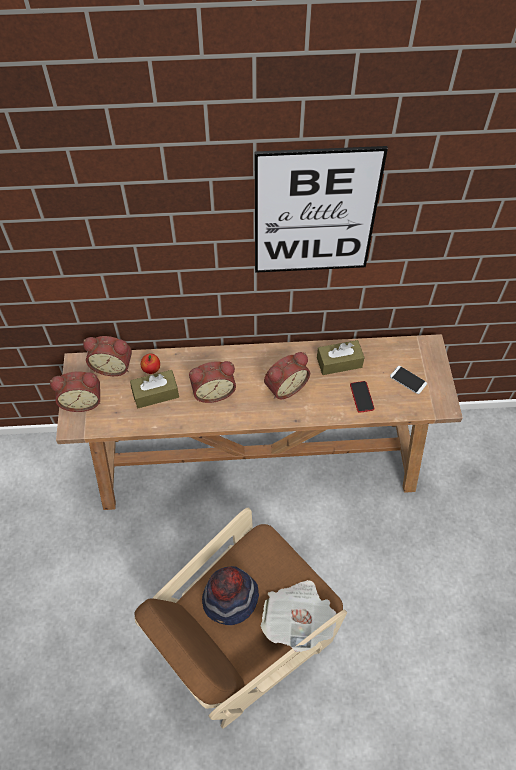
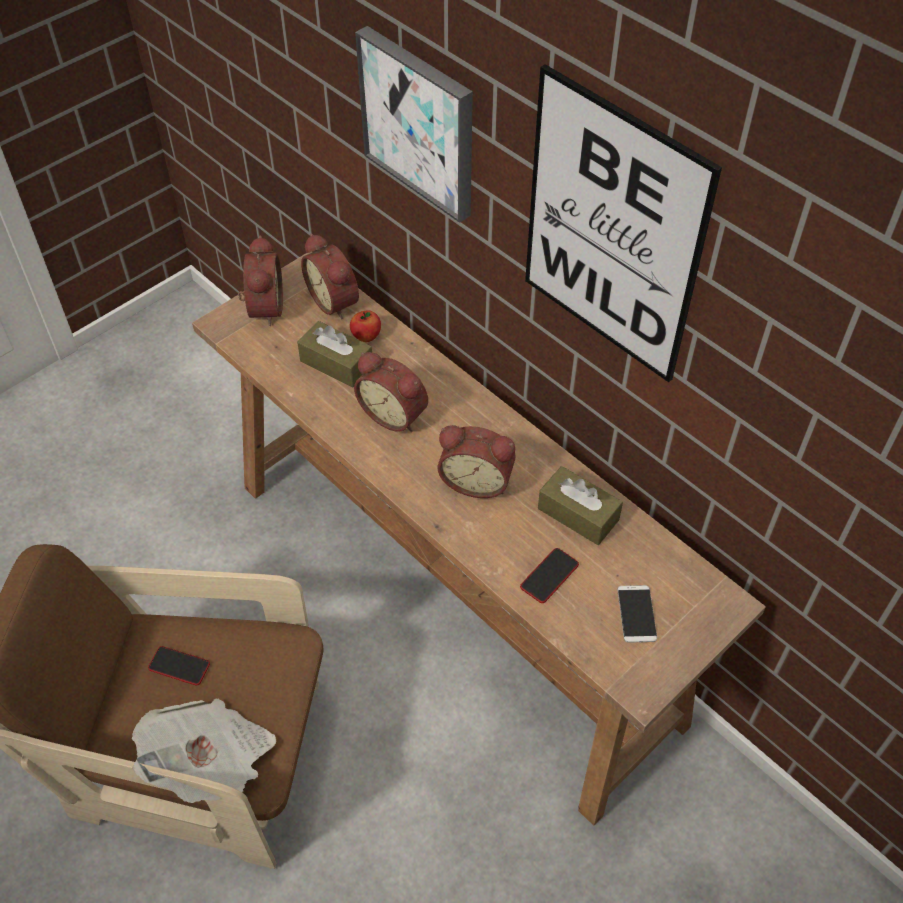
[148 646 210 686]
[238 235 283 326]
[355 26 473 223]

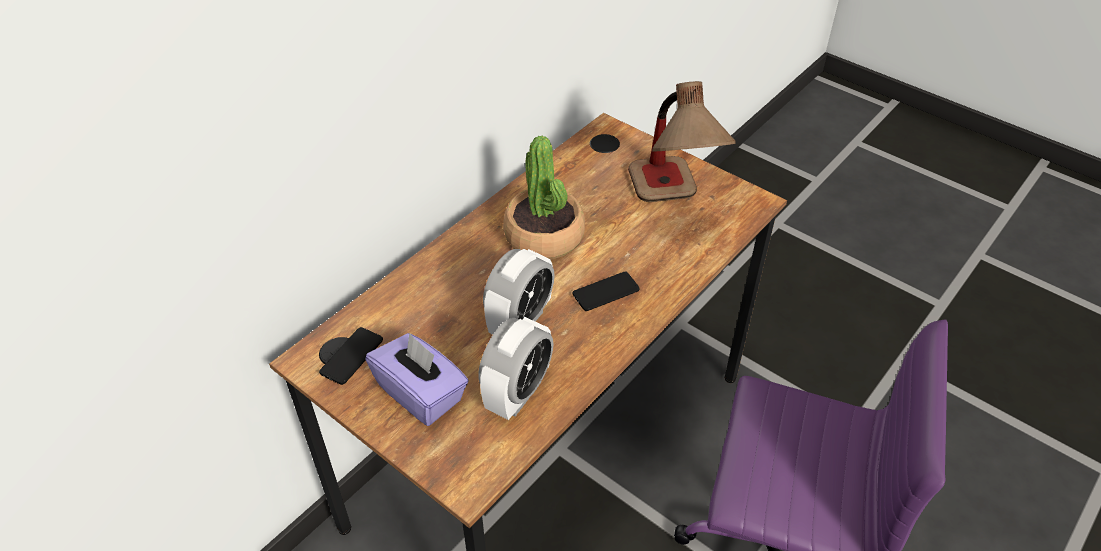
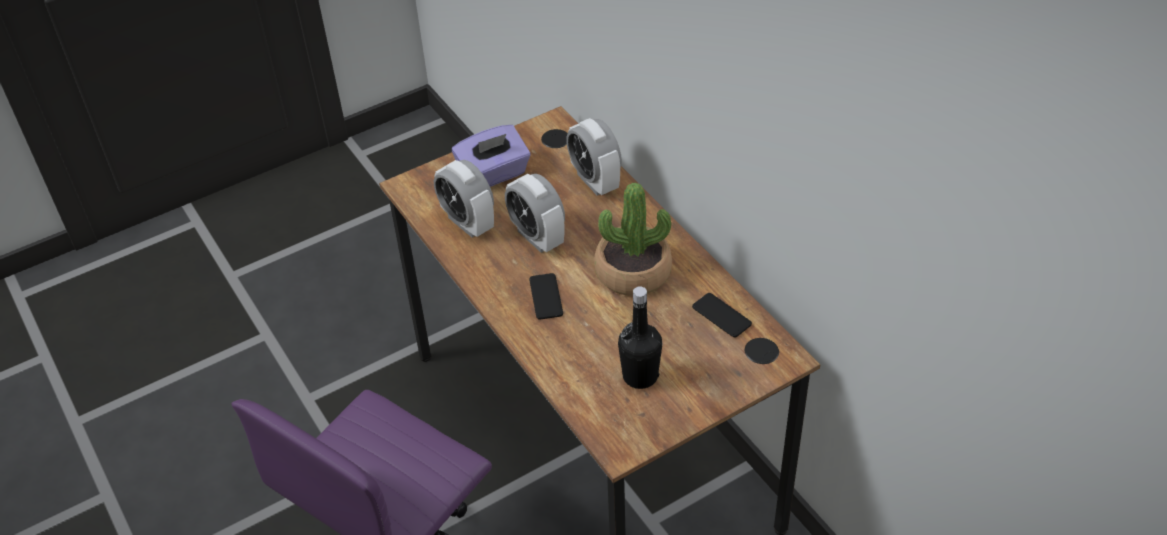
[566 118 622 196]
[618 286 662 389]
[692 293 752 338]

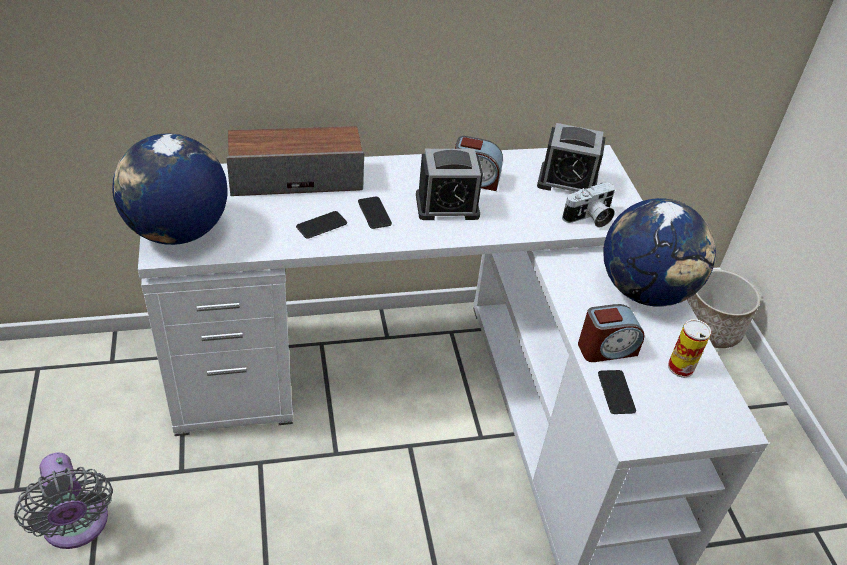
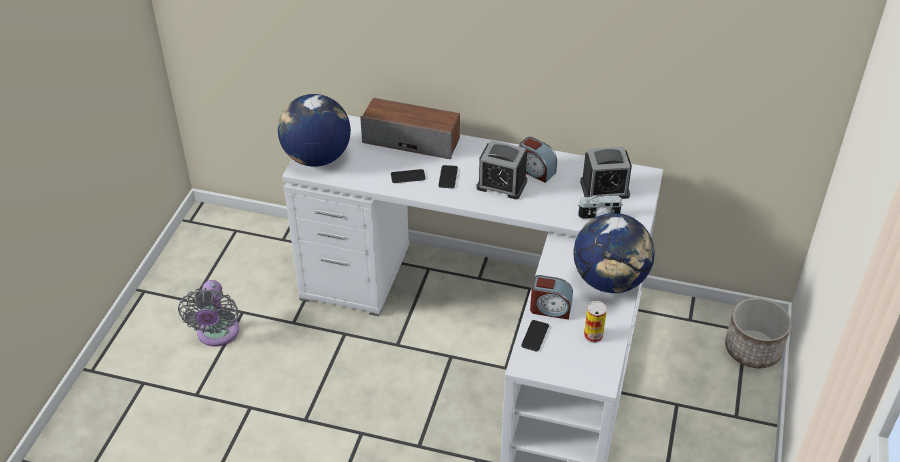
[580 147 632 199]

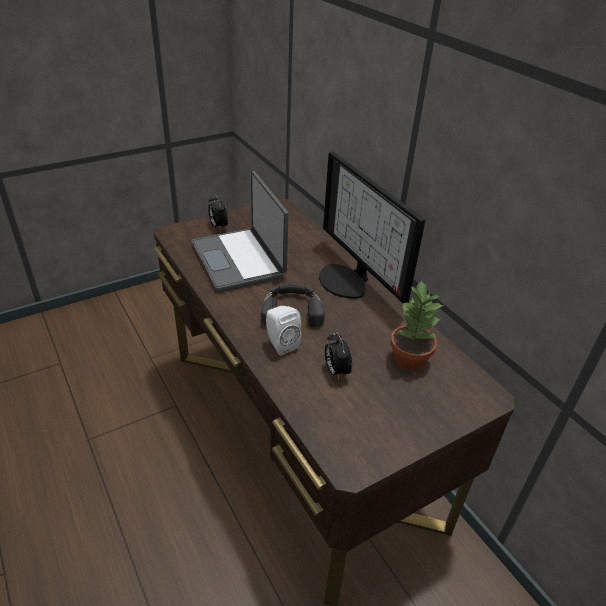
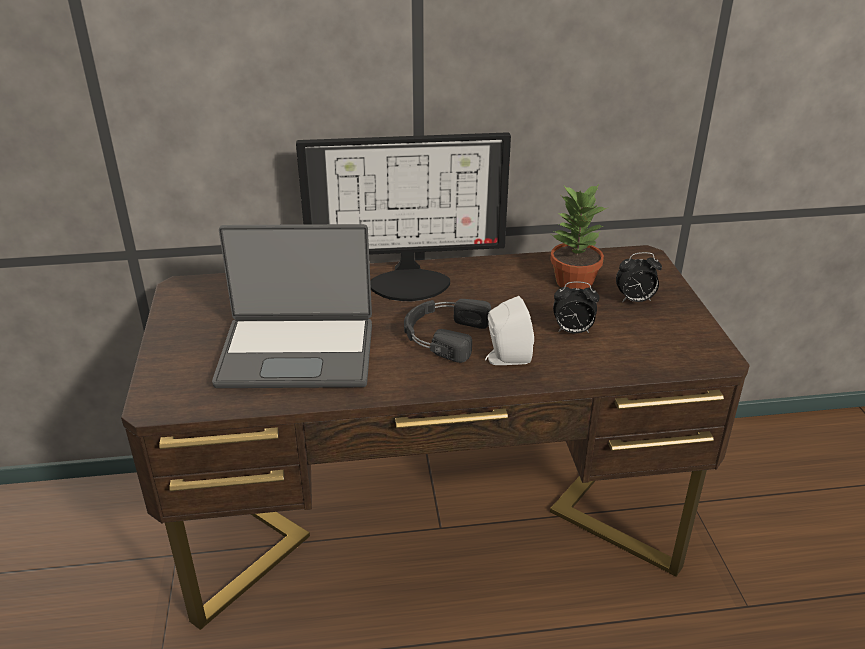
[616 252 662 302]

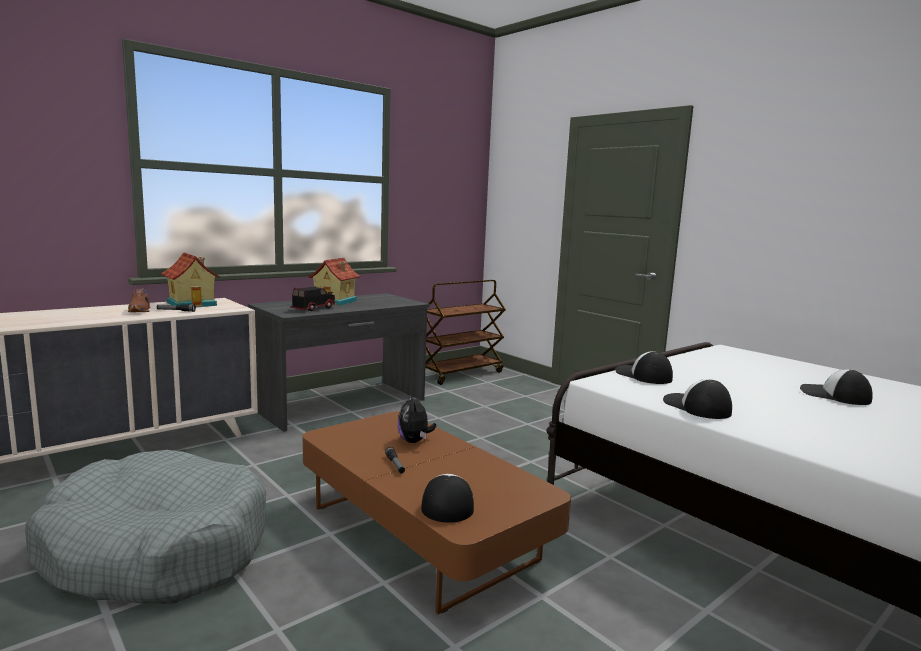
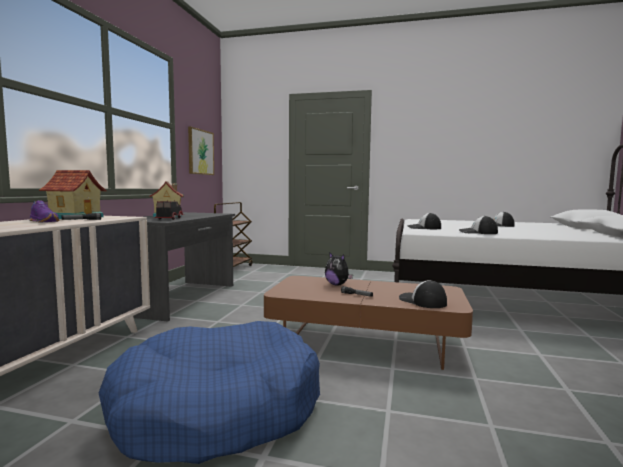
[29 200 59 223]
[99 321 320 464]
[188 127 214 175]

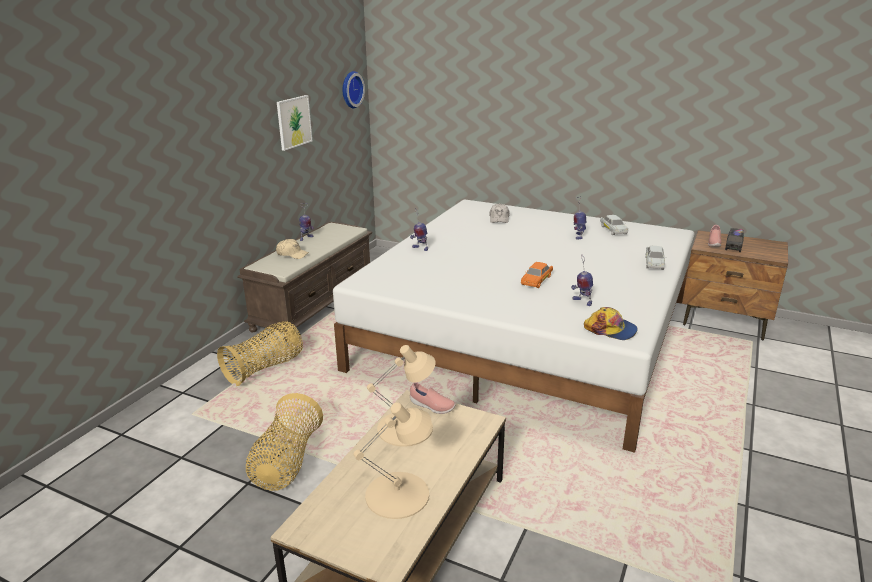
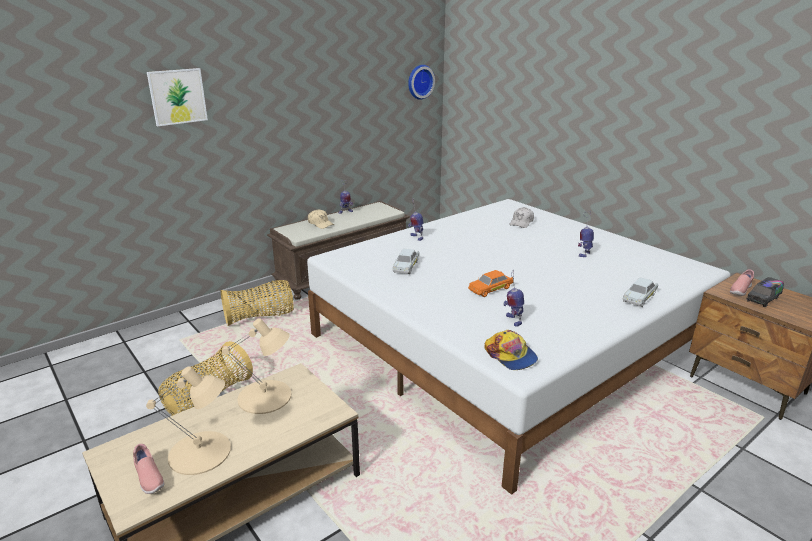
[133 444 165 494]
[147 68 208 126]
[393 249 419 274]

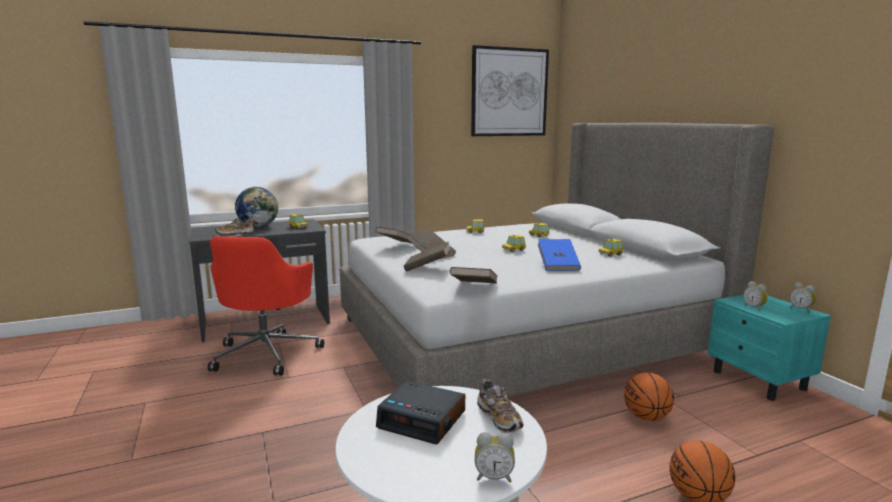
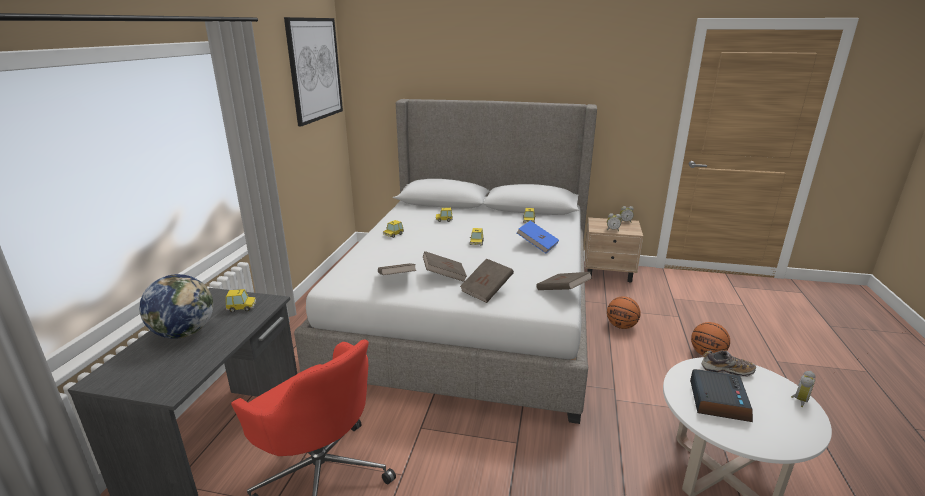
[585 217 643 283]
[690 369 753 422]
[215 218 254 236] (first image)

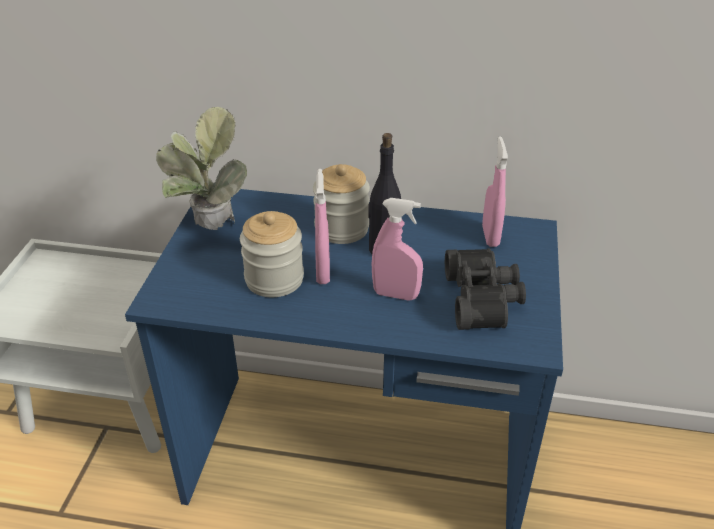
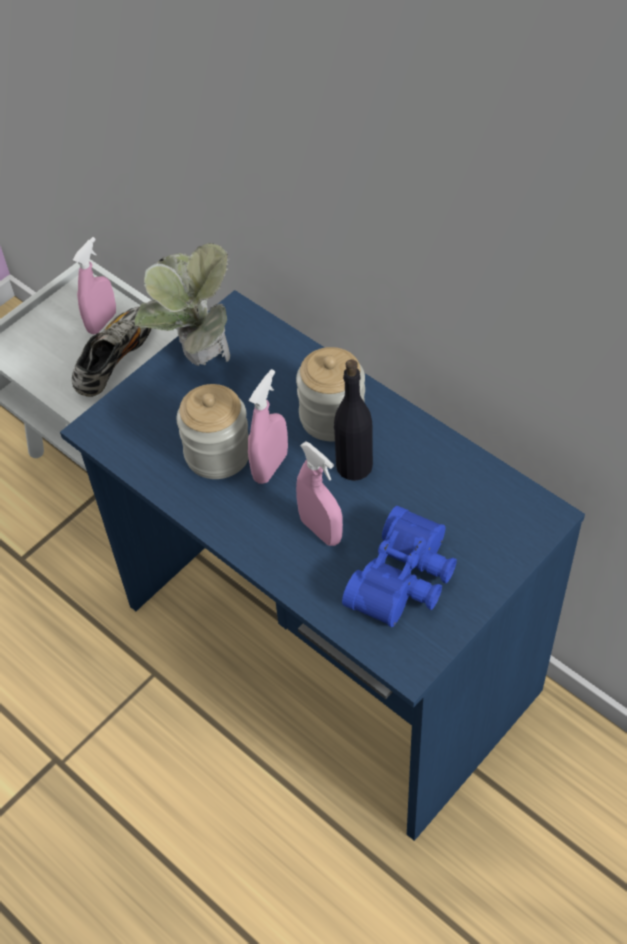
[72 307 151 397]
[73 237 116 334]
[342 506 457 627]

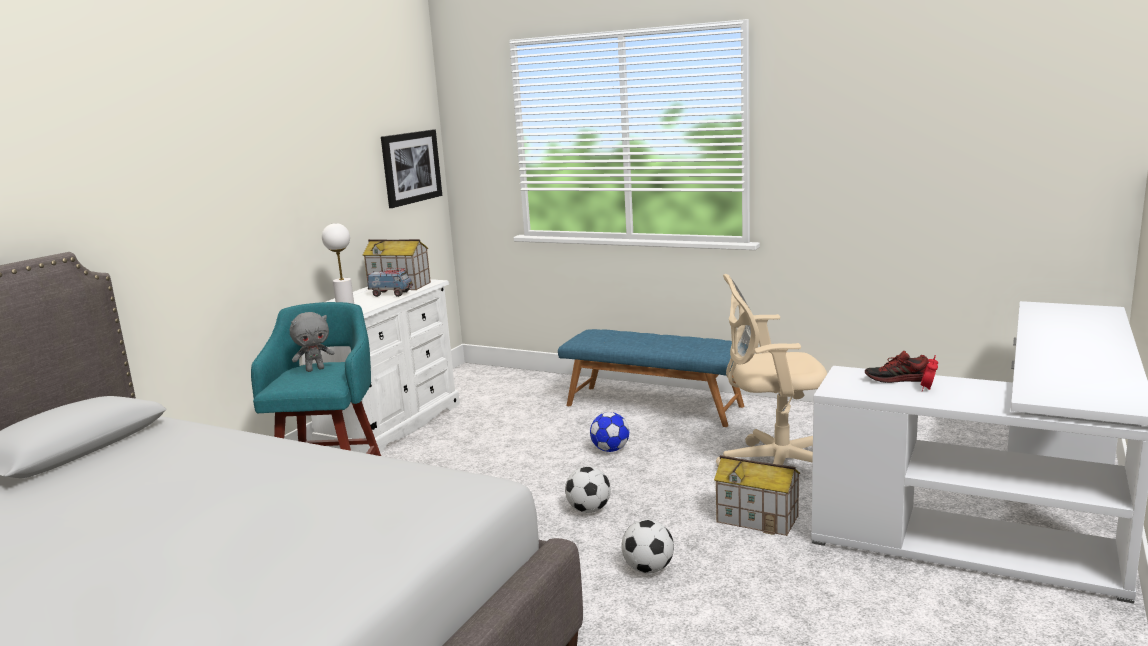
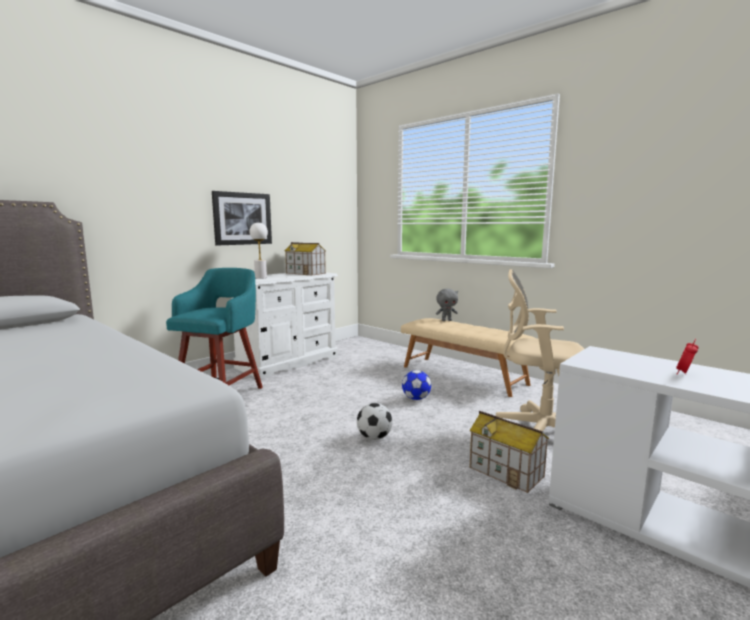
[212 191 272 246]
[401 318 535 397]
[436 289 458 321]
[367 268 413 297] (first image)
[622 519 674 573] (first image)
[865 351 929 383] (first image)

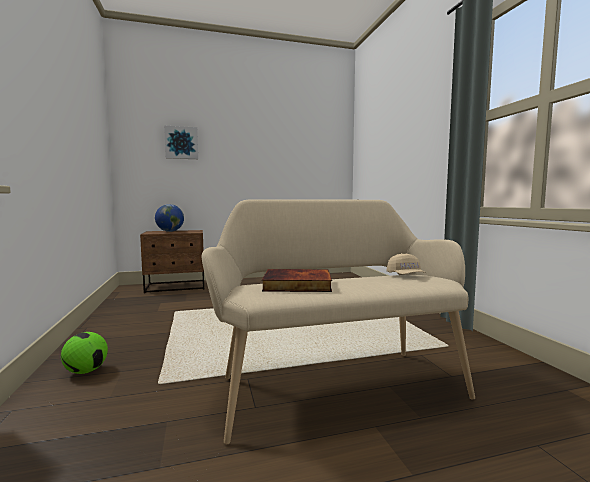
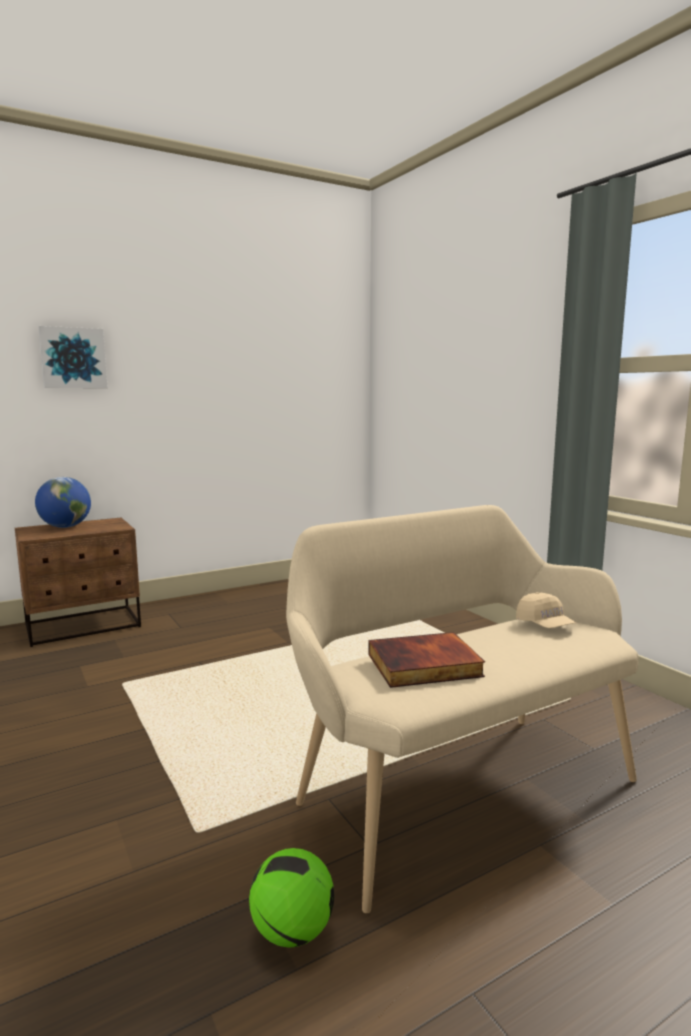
[249 848 334 948]

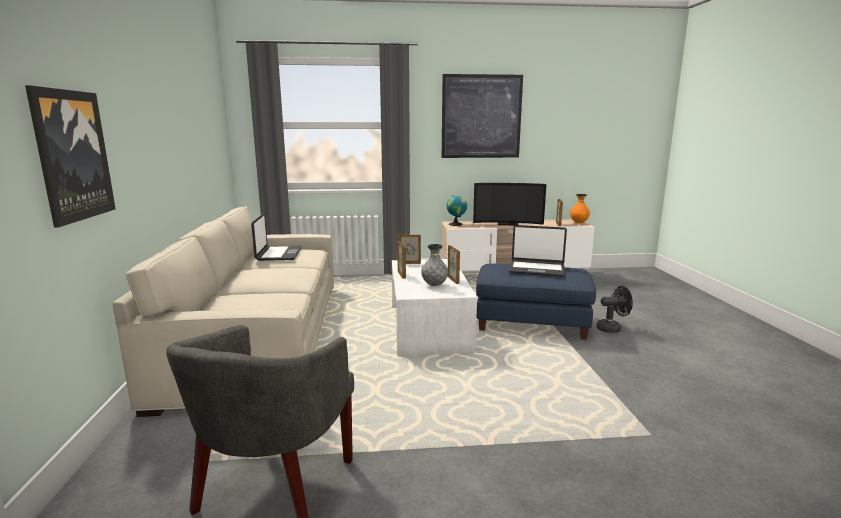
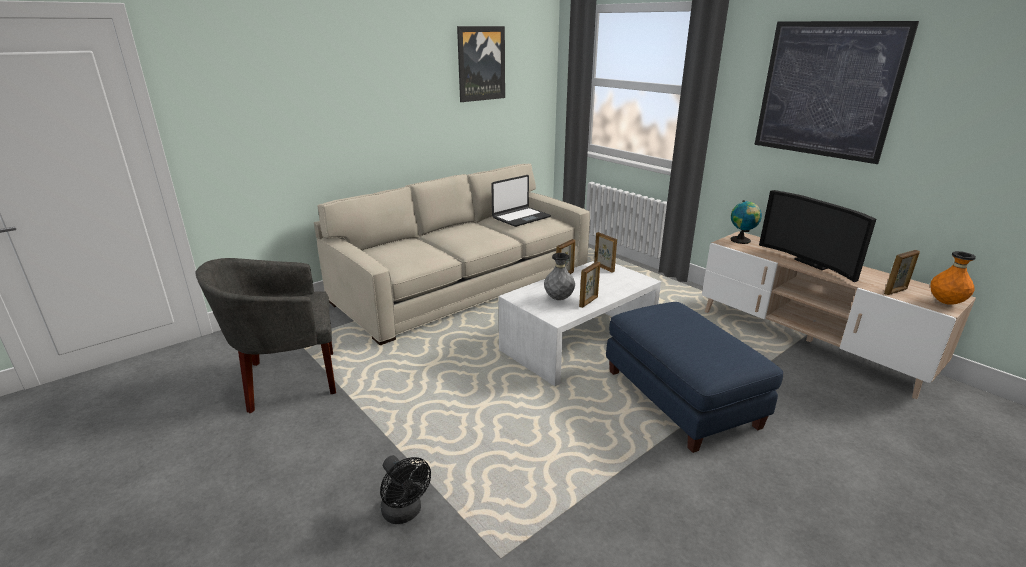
[380 456 431 524]
[457 26 505 102]
[509 225 567 277] (first image)

